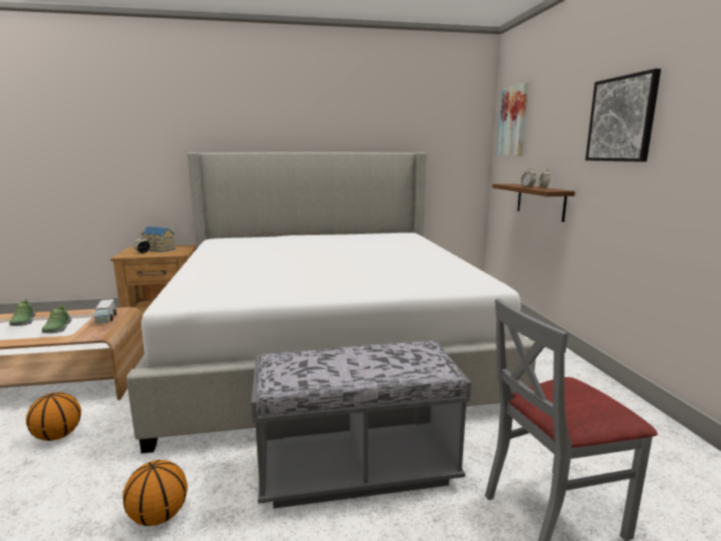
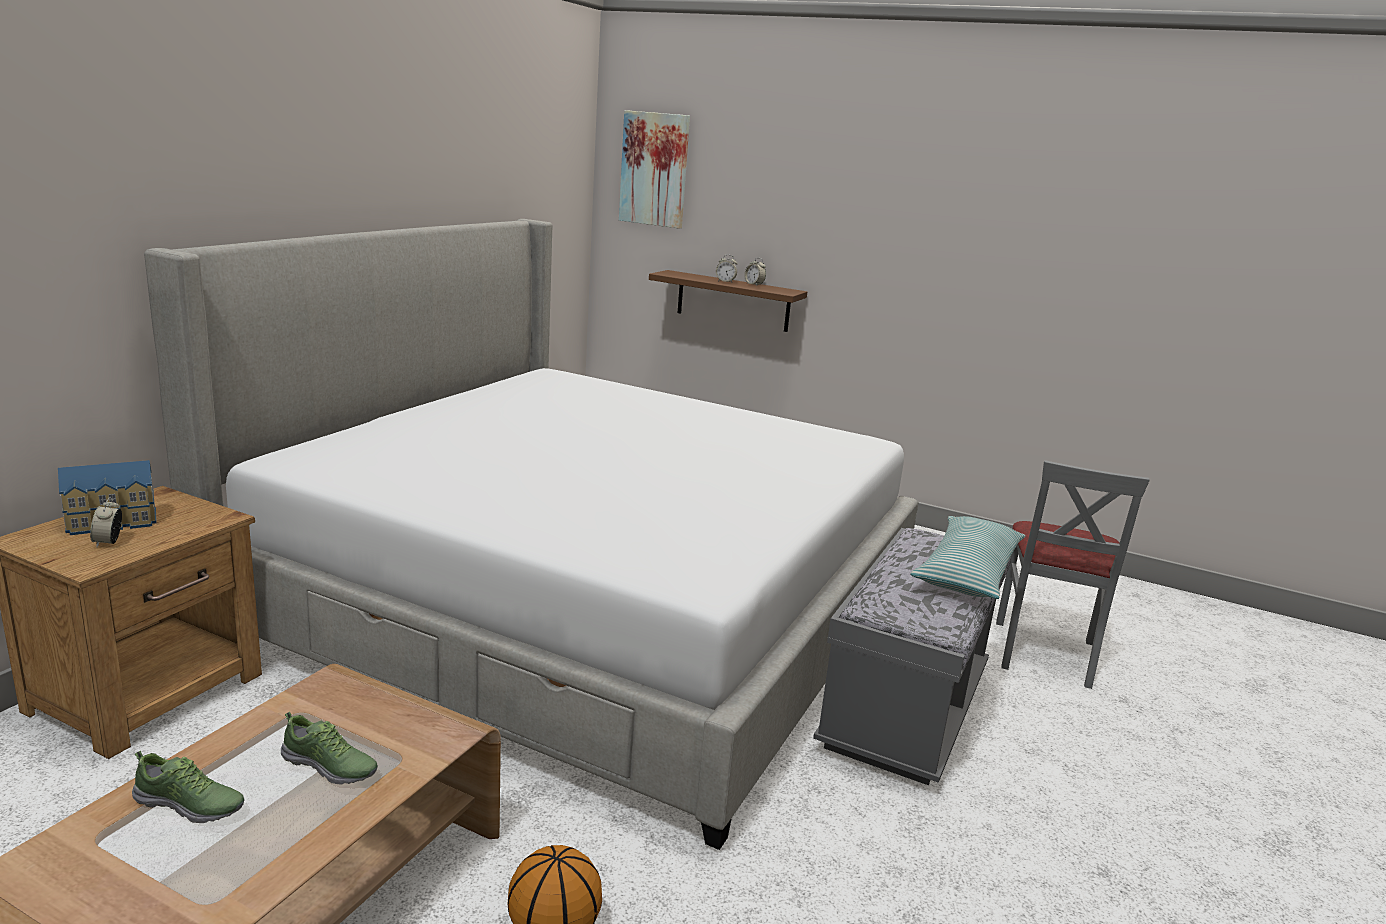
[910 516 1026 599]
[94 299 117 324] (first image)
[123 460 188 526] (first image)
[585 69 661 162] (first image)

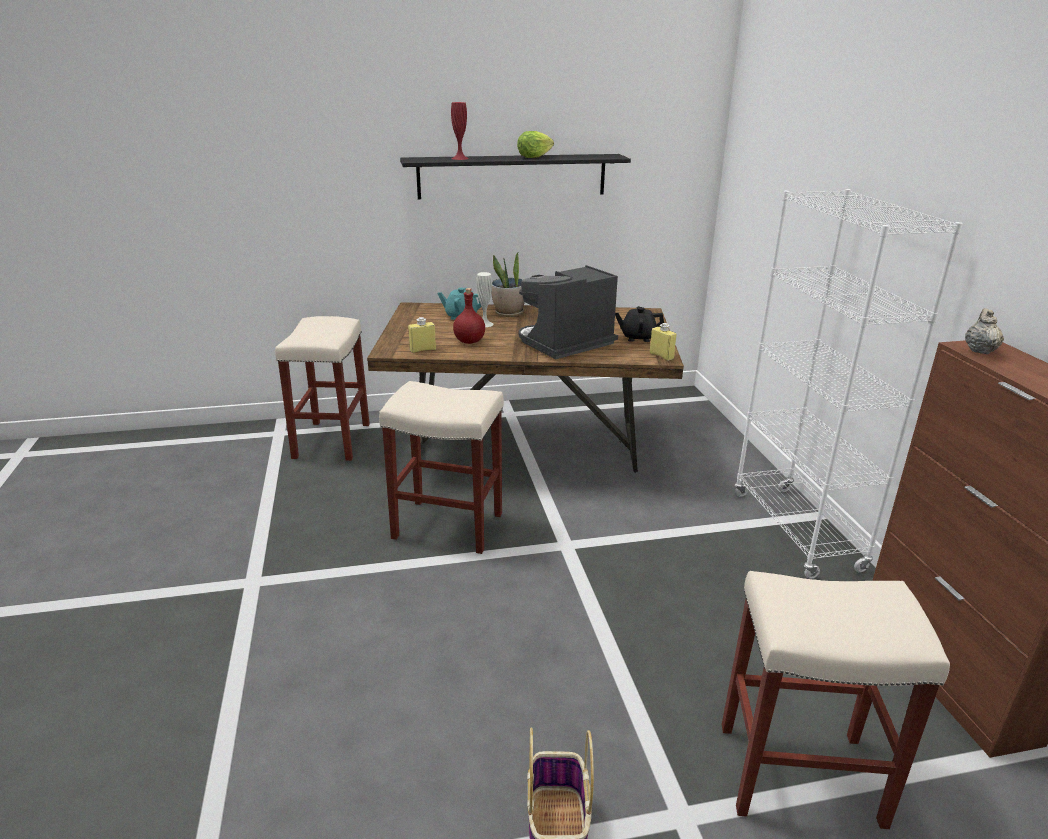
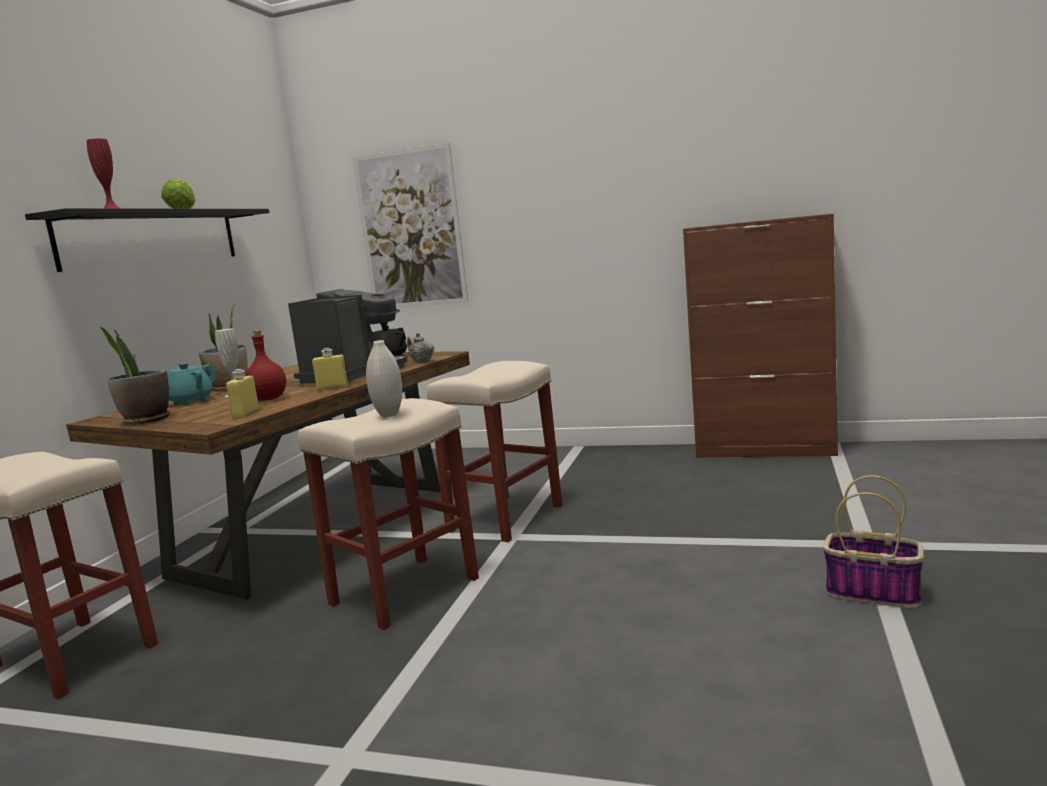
[100 327 170 425]
[288 289 407 383]
[312 348 348 391]
[352 143 469 308]
[366 340 402 417]
[407 333 435 363]
[426 361 562 542]
[734 189 963 579] (first image)

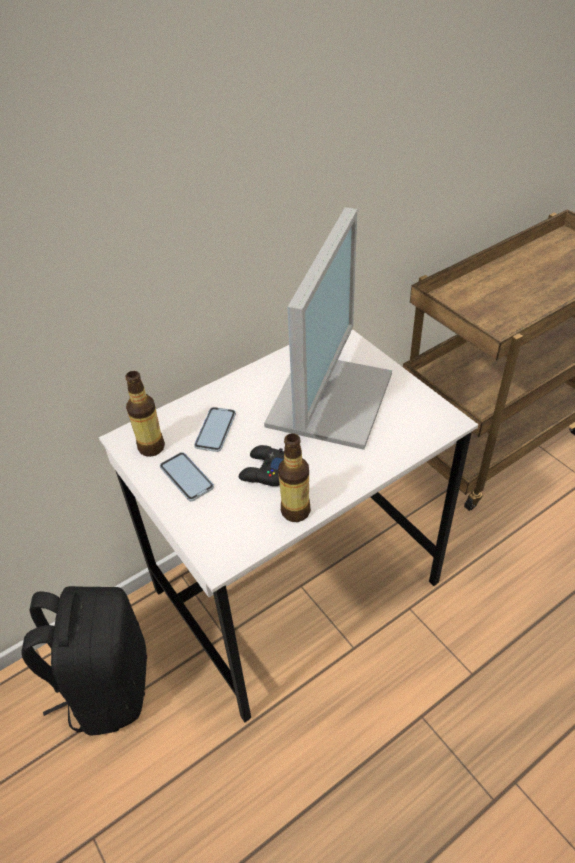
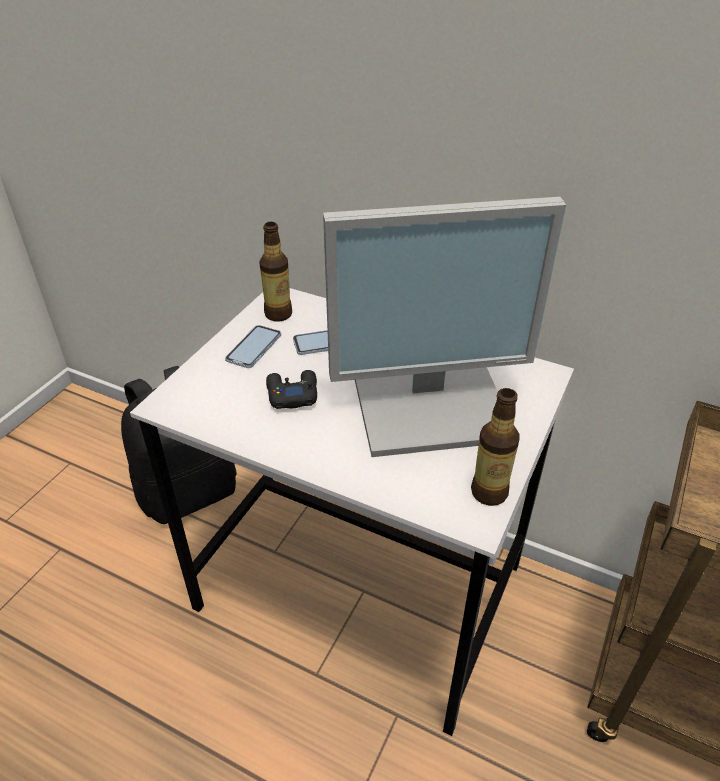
[471 388 520 506]

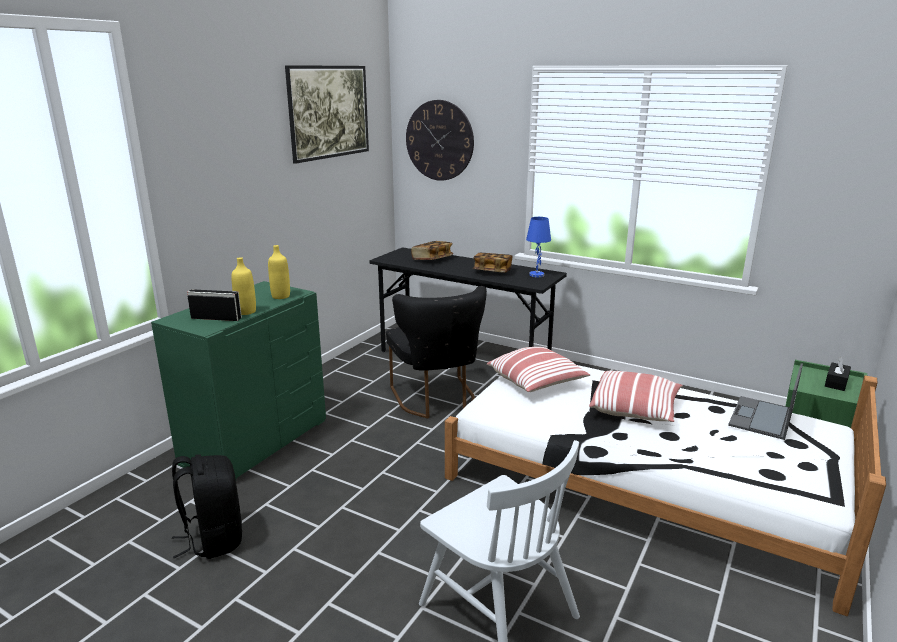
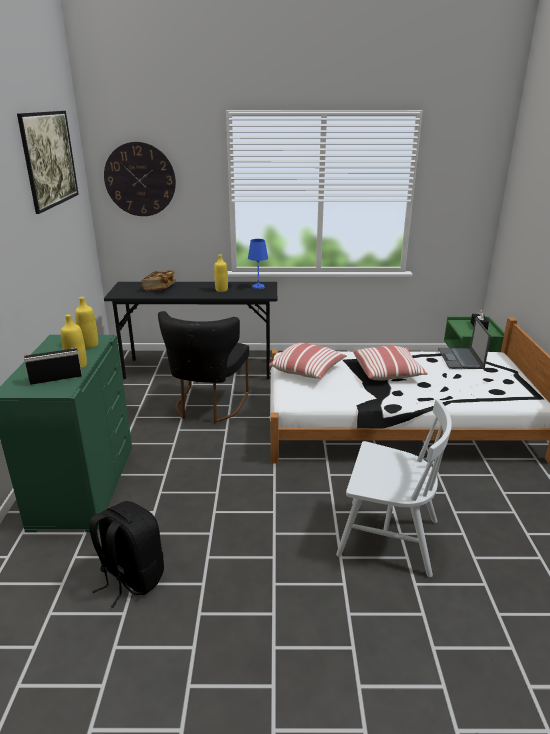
[158 311 249 423]
[214 254 228 292]

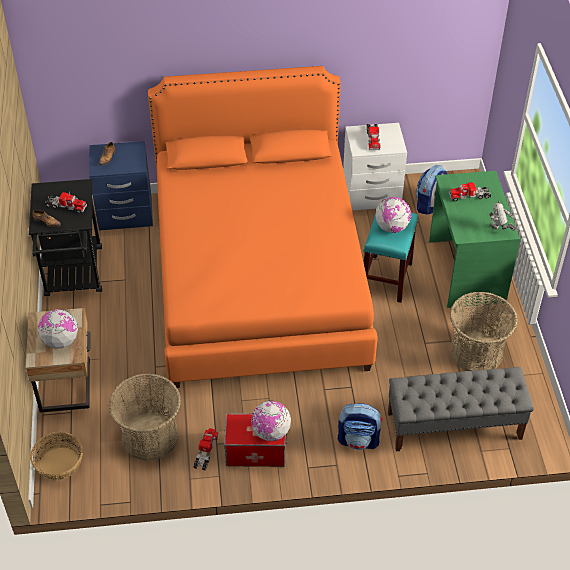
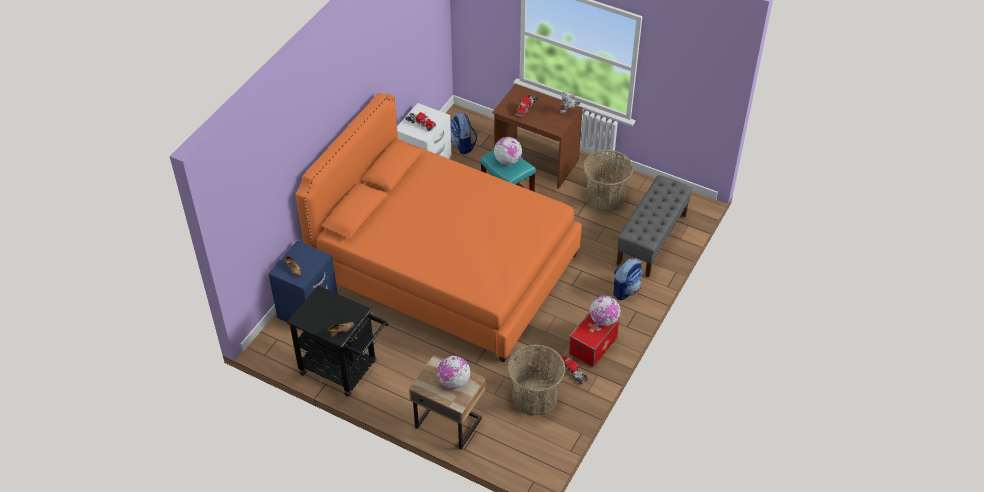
[492 84 583 189]
[30 432 83 480] (first image)
[45 192 87 214] (first image)

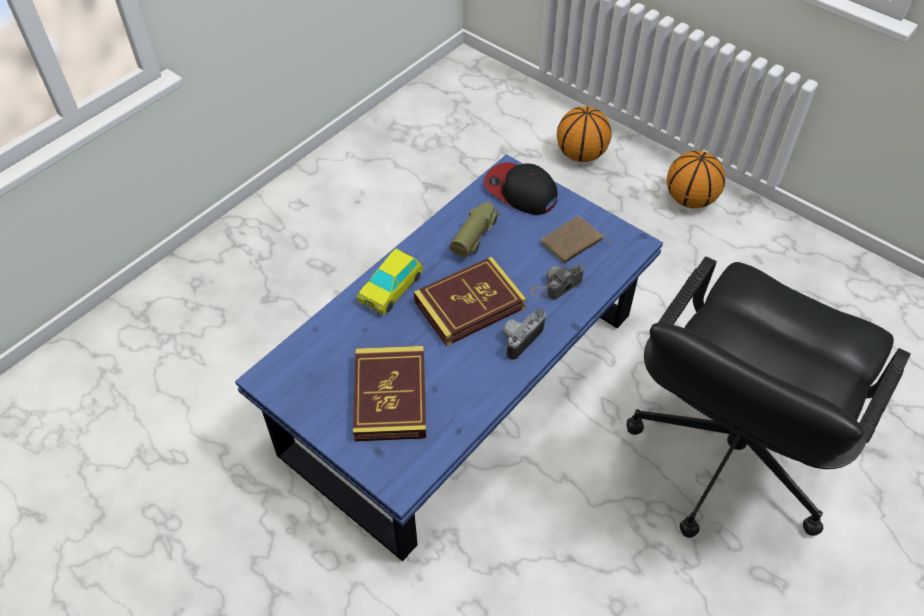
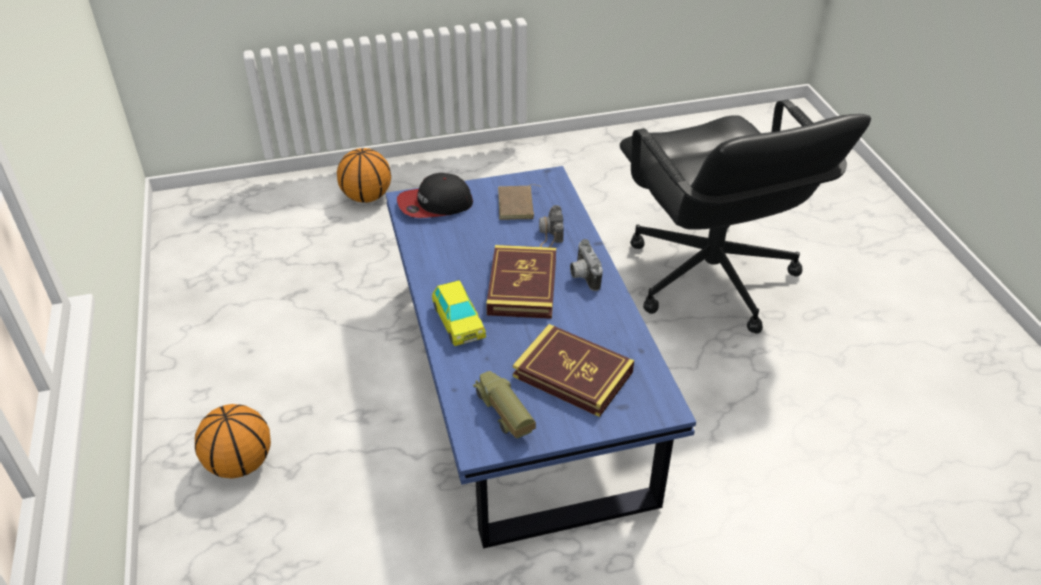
[195 404 271 479]
[473 371 536 439]

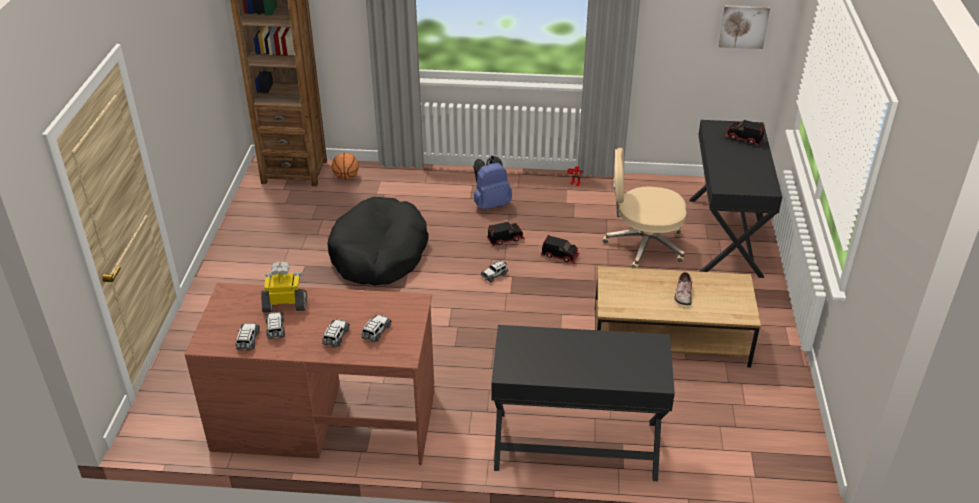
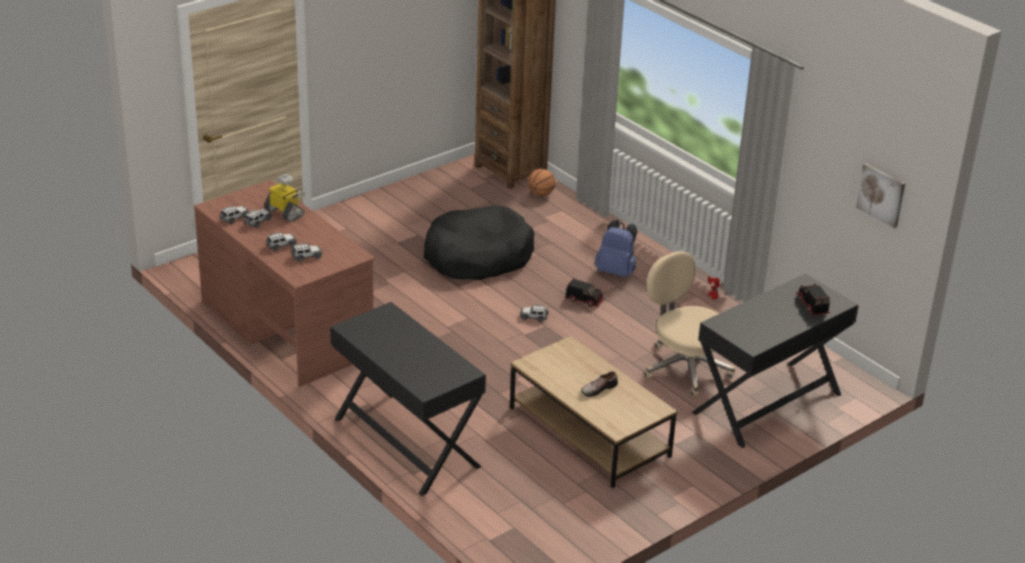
[541 235 579 263] (first image)

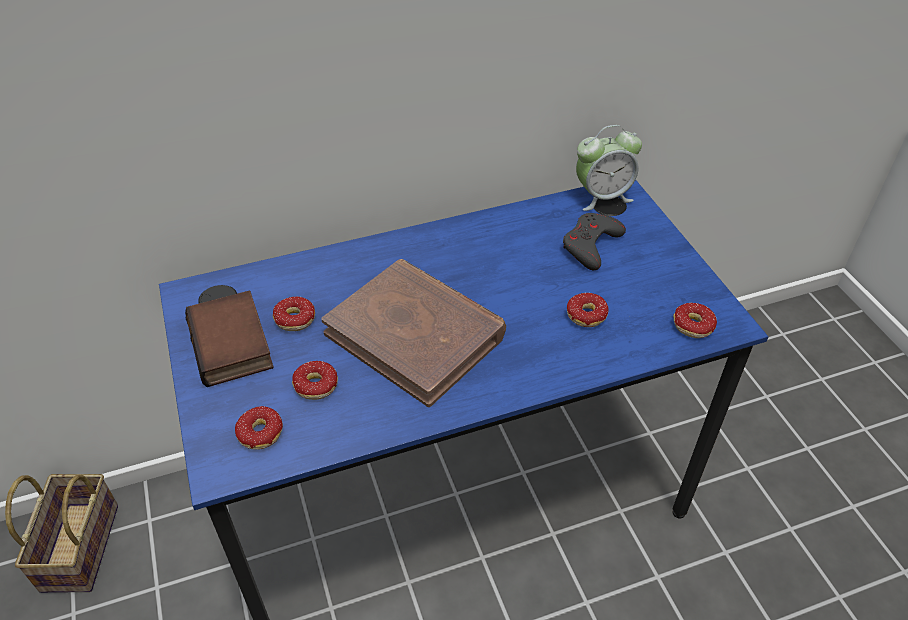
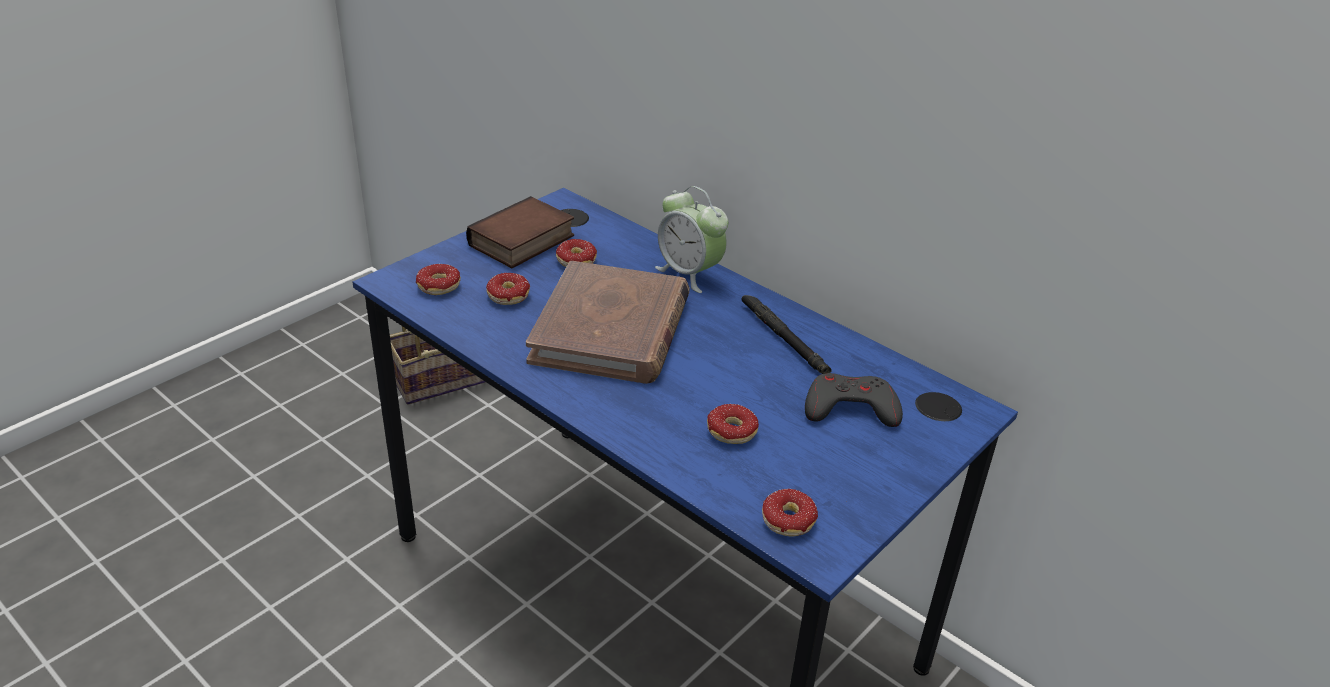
[655 186 728 293]
[741 295 832 374]

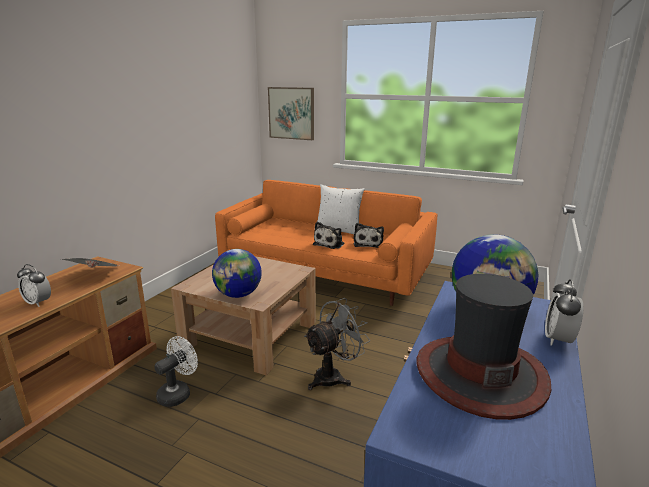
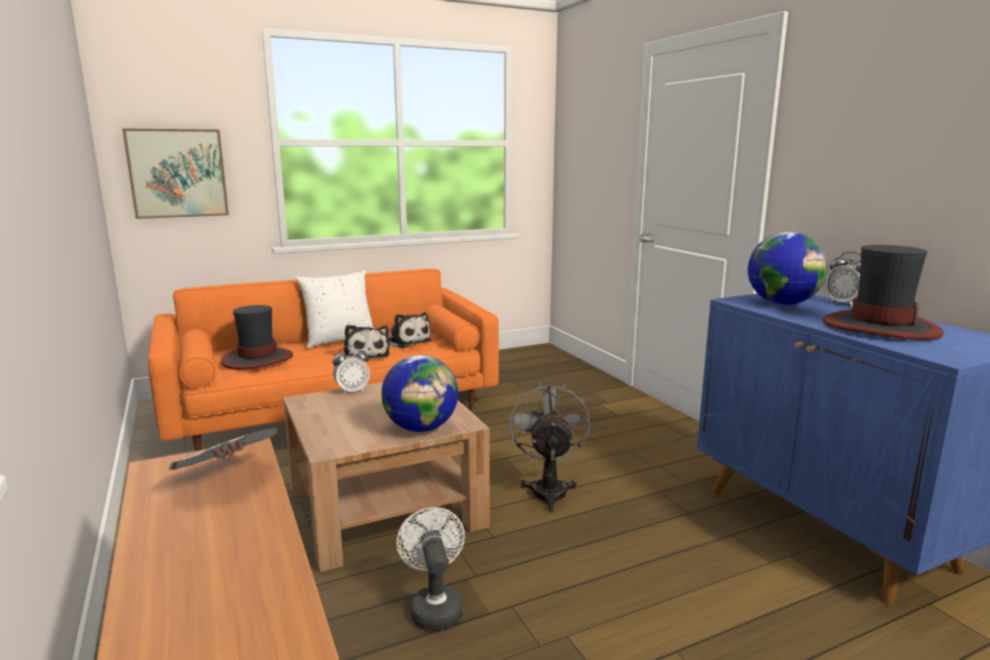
[221 305 293 370]
[332 345 370 395]

